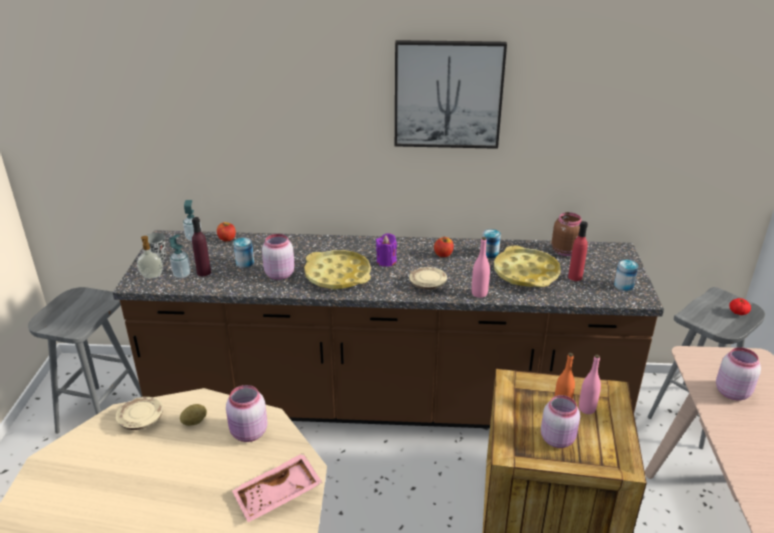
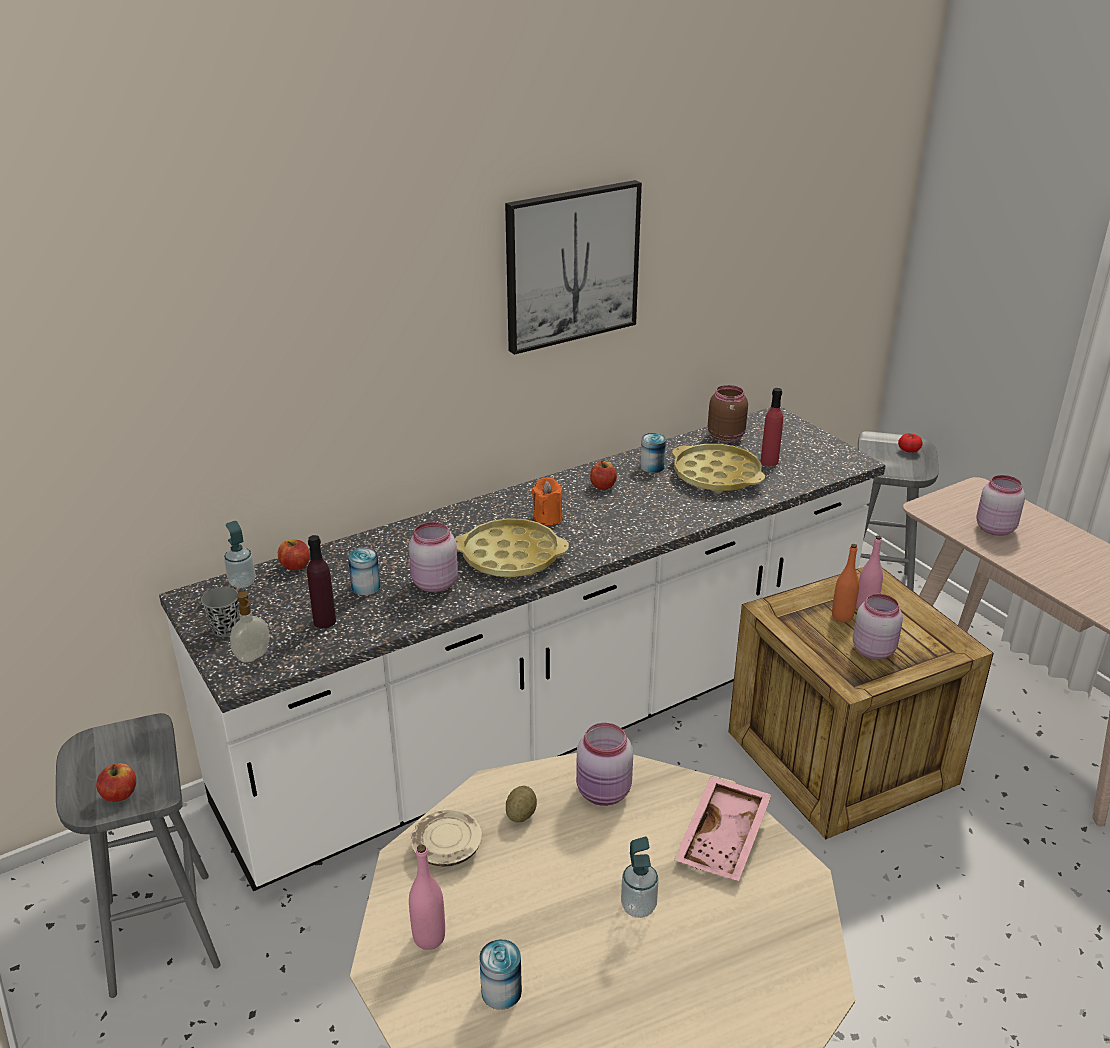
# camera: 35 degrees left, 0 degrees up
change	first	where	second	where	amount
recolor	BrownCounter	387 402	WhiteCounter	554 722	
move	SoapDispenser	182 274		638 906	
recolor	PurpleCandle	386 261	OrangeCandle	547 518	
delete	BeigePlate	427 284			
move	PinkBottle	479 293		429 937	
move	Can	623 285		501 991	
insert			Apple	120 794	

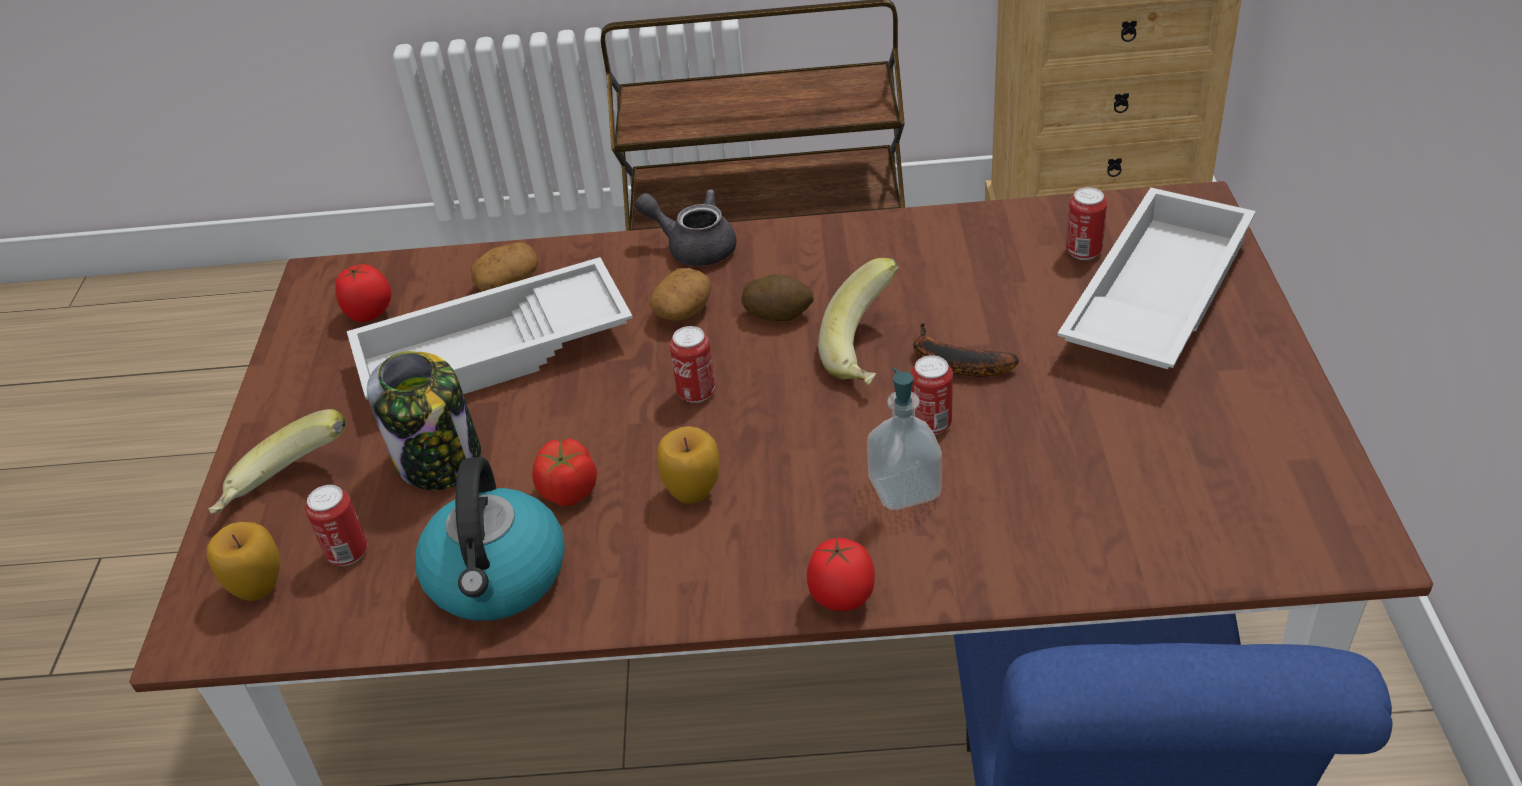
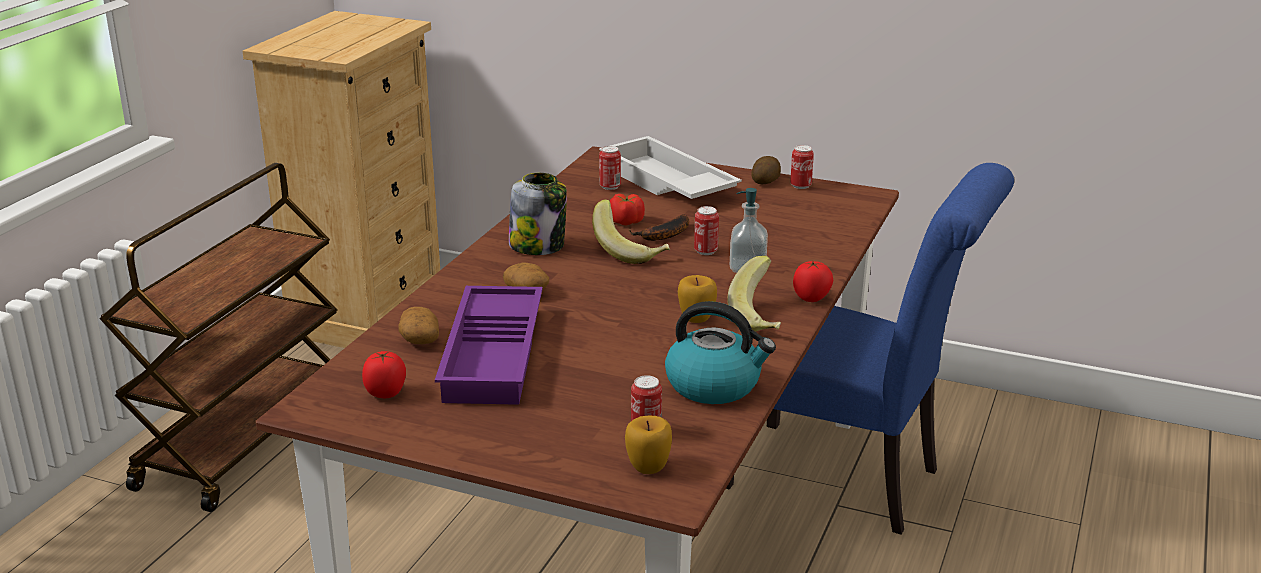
# camera: 70 degrees left, 15 degrees down
change	first	where	second	where	amount
move	Banana	289 491		761 318	
recolor	WhiteTray	494 355	PurpleTray	496 355	
move	Jar	440 460		538 246	
move	Tomato	568 491		626 222	
delete	GreyTeapot	693 247			
move	Can	696 393		800 186	
move	Potato	778 313		765 181	

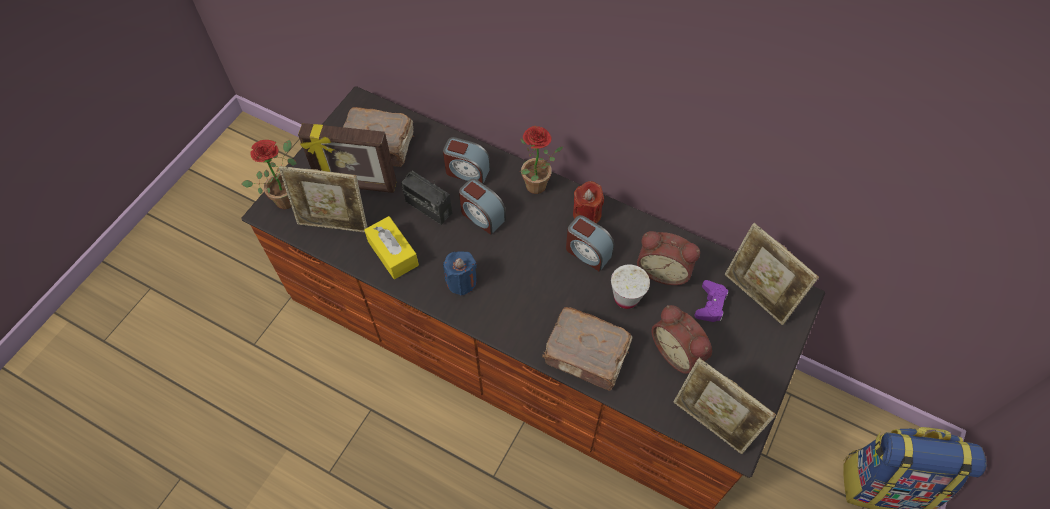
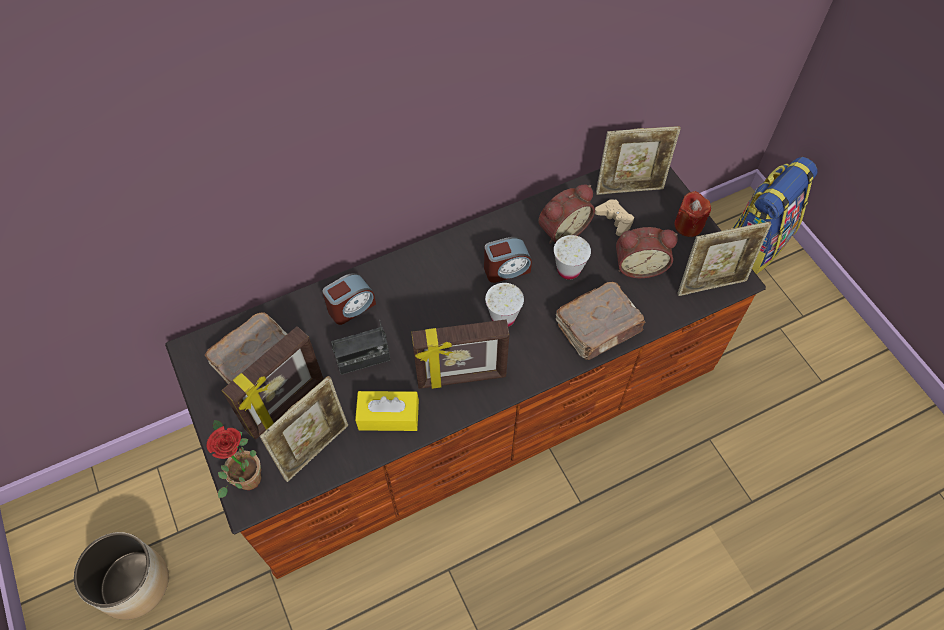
# camera: 55 degrees left, 0 degrees up
change	first	where	second	where	amount
replace	BlueCandle	461 281	PictureFrame	461 378	
delete	AlarmClock	482 216			
delete	PottedPlant	537 189			
move	RedCandle	587 214		688 225	
recolor	PurpleGameController	710 304	BeigeGameController	614 220	
insert			Planter	134 582	
insert			WhiteCup	503 317	

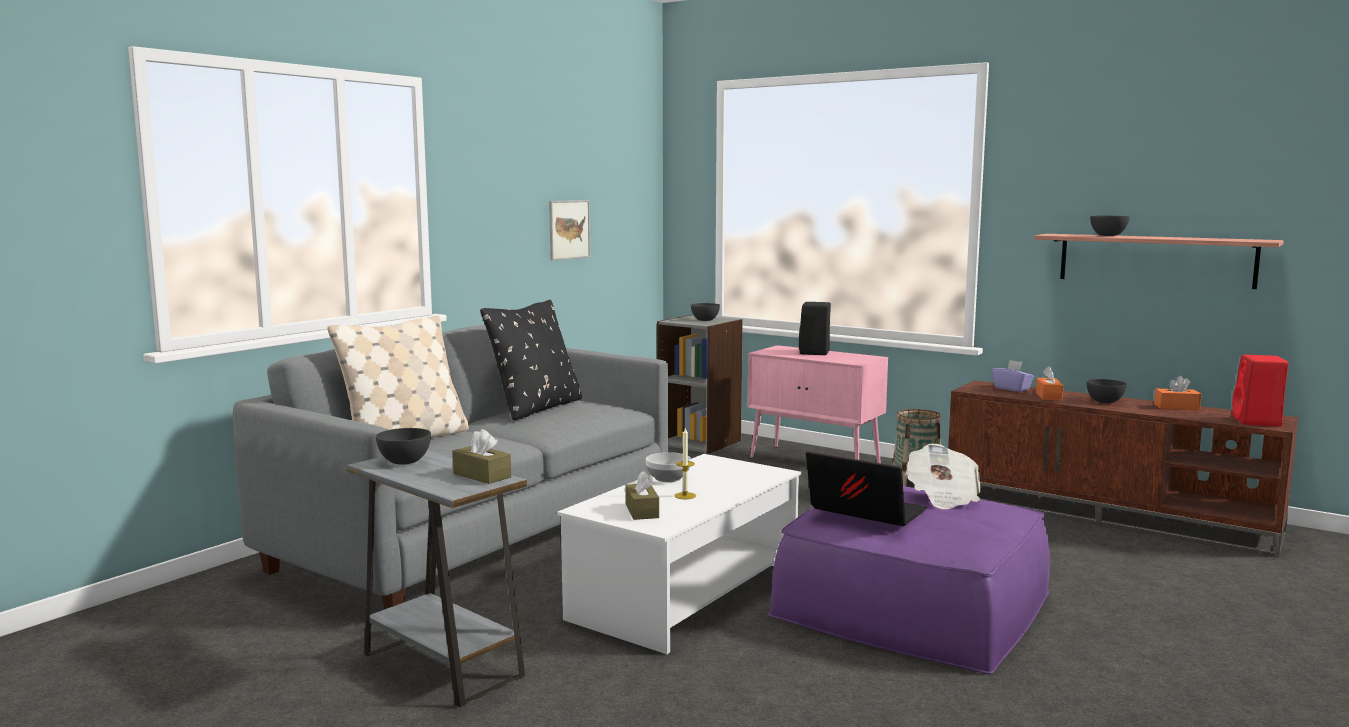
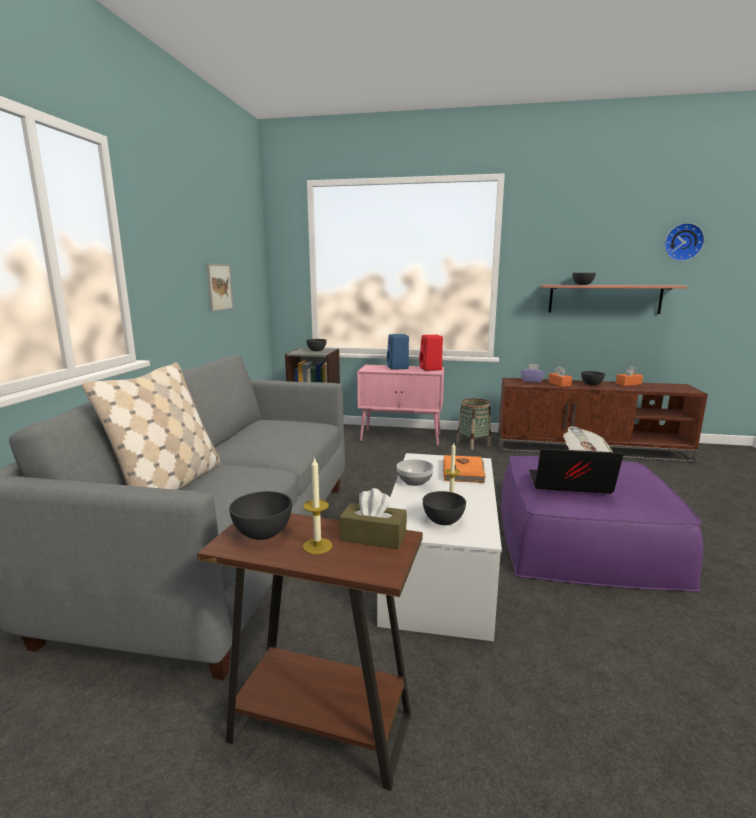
# camera: 25 degrees left, 5 degrees up
change	first	where	second	where	amount
recolor	GreySideTable	443 665	BrownSideTable	321 728	
delete	BlackPillow	537 408			
replace	BrownTissueBox	642 511	GreyBowl	443 521	
recolor	BlackSpeaker	814 353	BlueSpeaker	398 368	
move	RedSpeaker	1257 422		431 369	
insert			Candle	317 546	
insert			OrangeBook	464 471	
insert			WallClock	682 242	

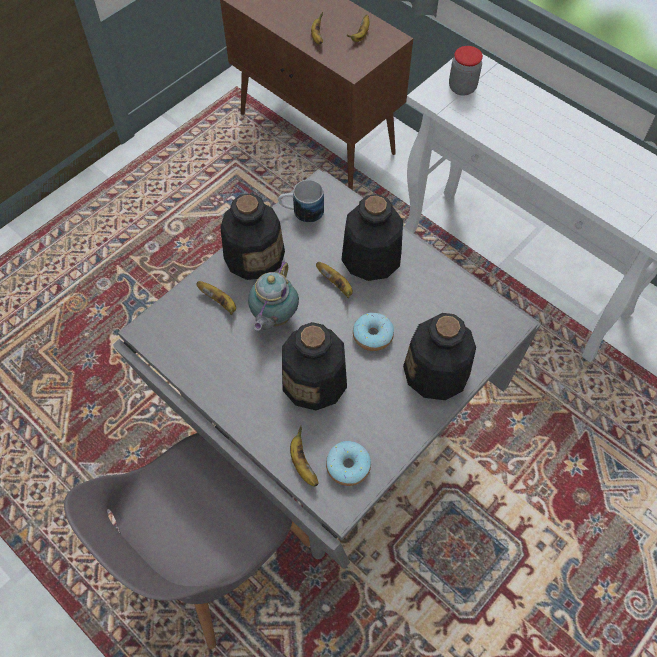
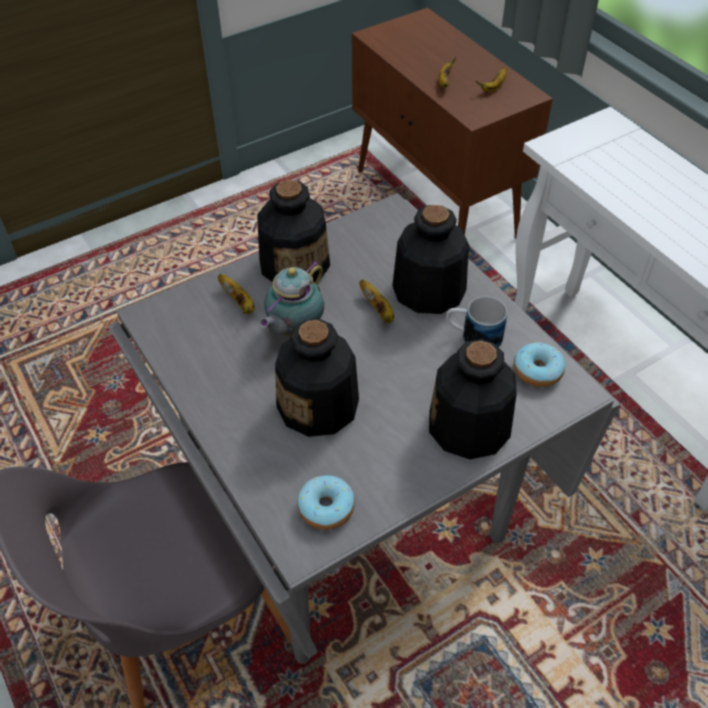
# camera: 15 degrees right, 10 degrees down
change	first	where	second	where	amount
move	Mug	301 212		473 337	
delete	Banana	302 464			
move	Donut	372 336		537 371	
delete	Jar	462 88			

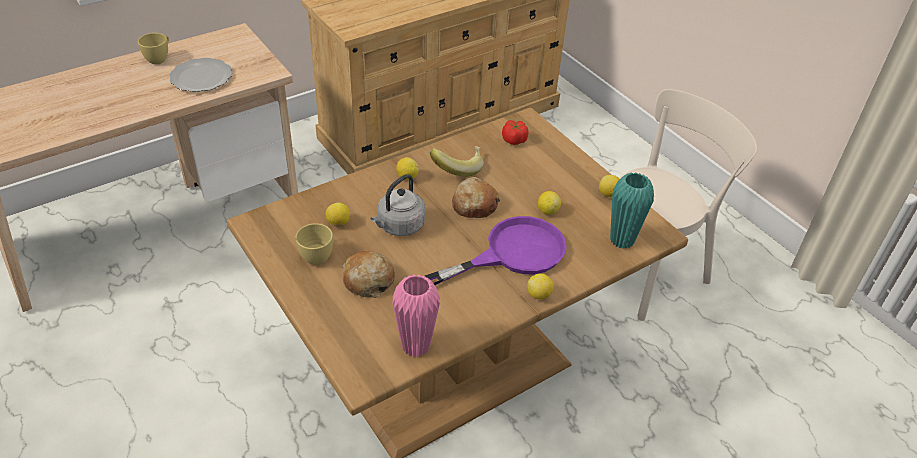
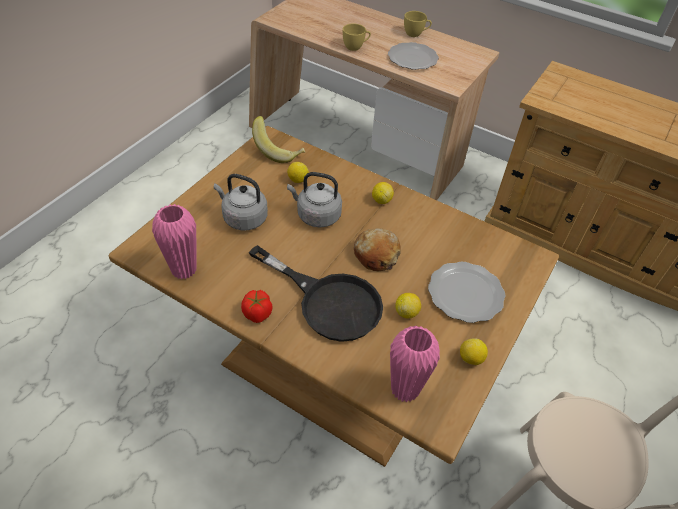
# camera: 65 degrees right, 5 degrees up
change	first	where	second	where	amount
move	YellowCup	317 254		355 47	
replace	Bread	368 280	GreyKettle	243 218	
recolor	PurpleFryingPan	512 253	BlackFryingPan	328 301	
move	Banana	457 168		278 151	
move	Tomato	514 140		257 313	
delete	Lemon	539 295			
recolor	TurquoiseVase	622 240	PinkVase	405 389	
insert			Plate	466 294	

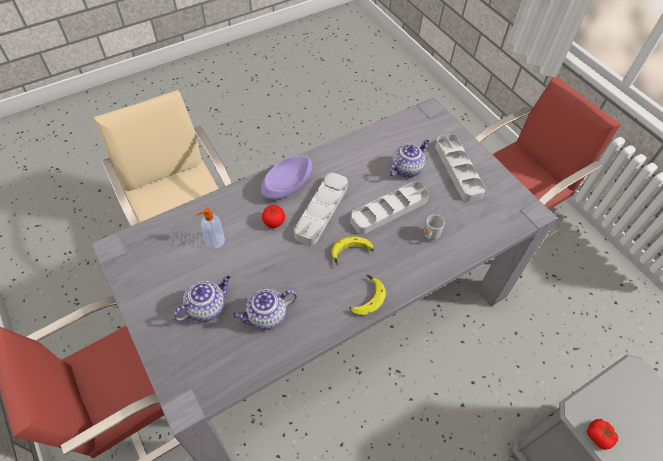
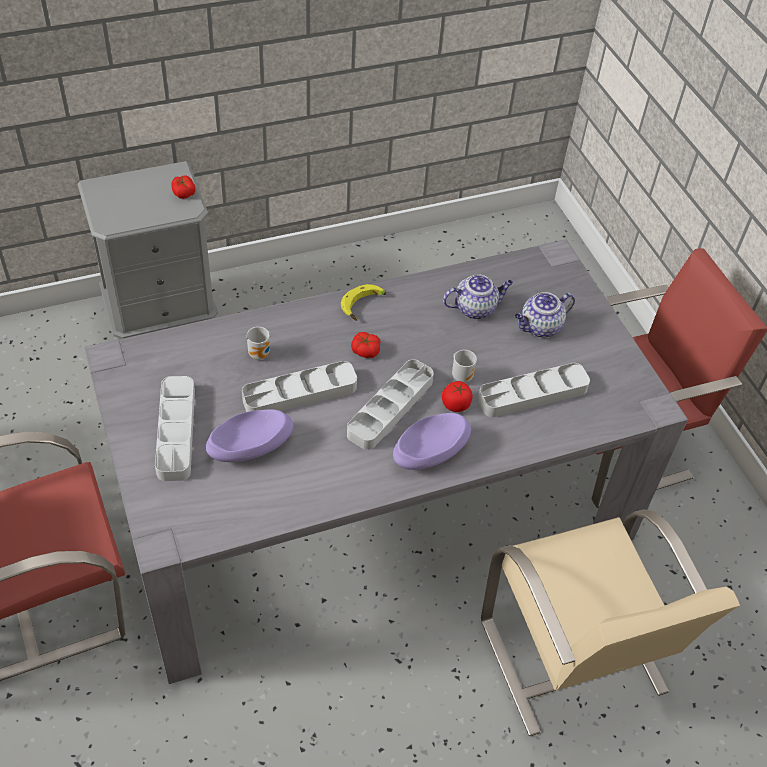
# camera: 170 degrees left, 5 degrees down
change	first	where	second	where	amount
replace	SoapDispenser	214 241	GreyTray	532 394	
replace	Banana	352 254	Tomato	365 351	
replace	Teapot	406 168	PurpleBowl	250 447	
insert			Mug	462 376	

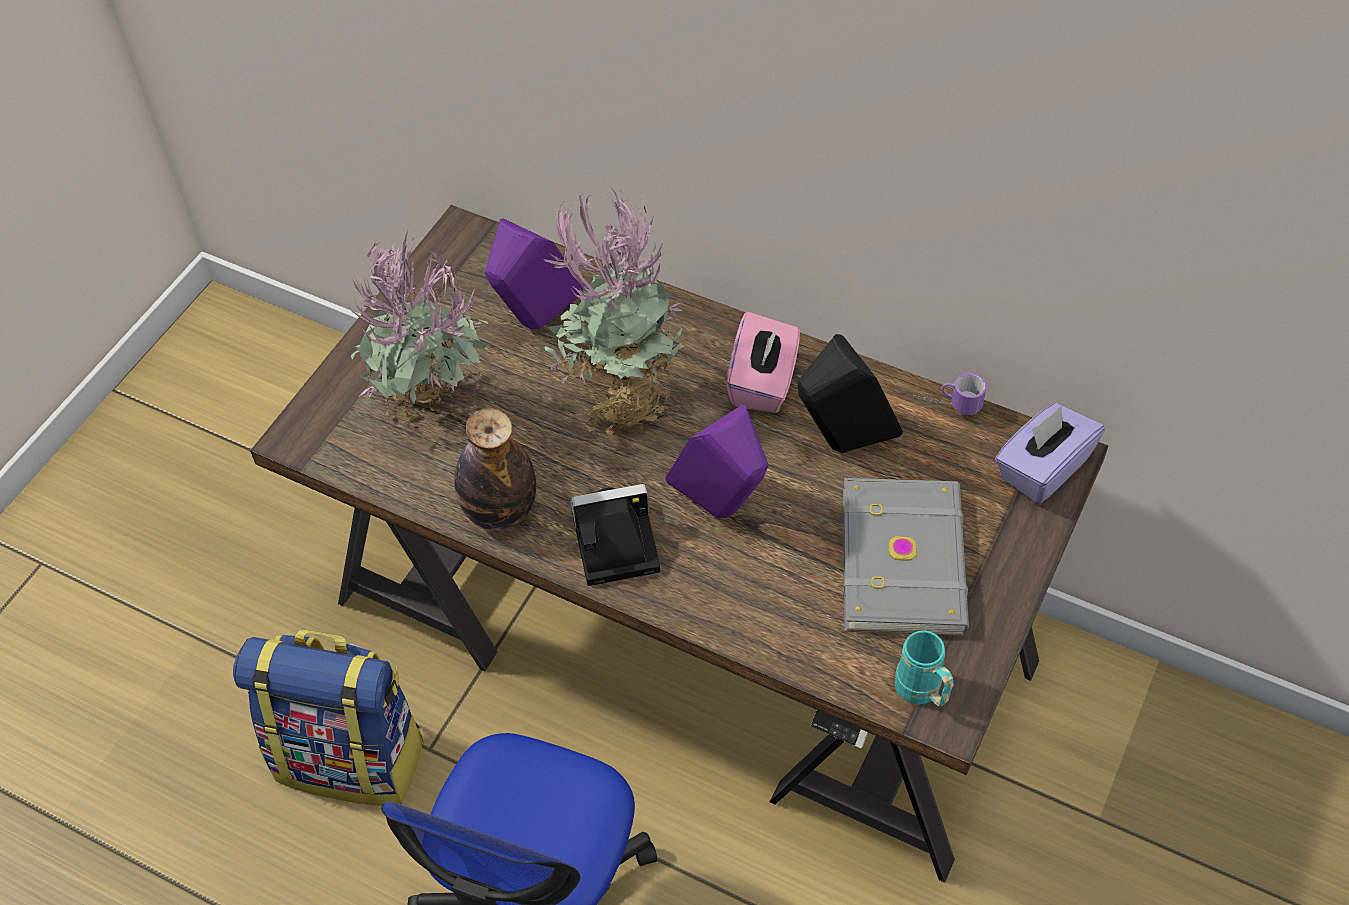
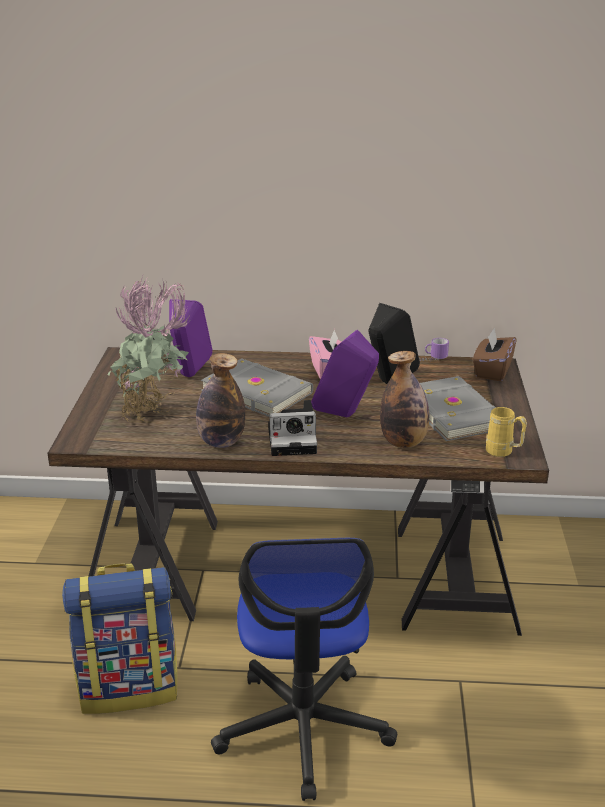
# camera: 25 degrees left, 25 degrees down
change	first	where	second	where	amount
replace	PottedPlant	620 398	GreyBook	257 391	
rotate	PhotoCamera	611 543		294 439	150 degrees counterclockwise
recolor	TurquoiseMug	922 693	YellowMug	503 452	
recolor	PurpleTissueBox	1042 469	BrownTissueBox	492 371	
insert			Bottle	403 442	

